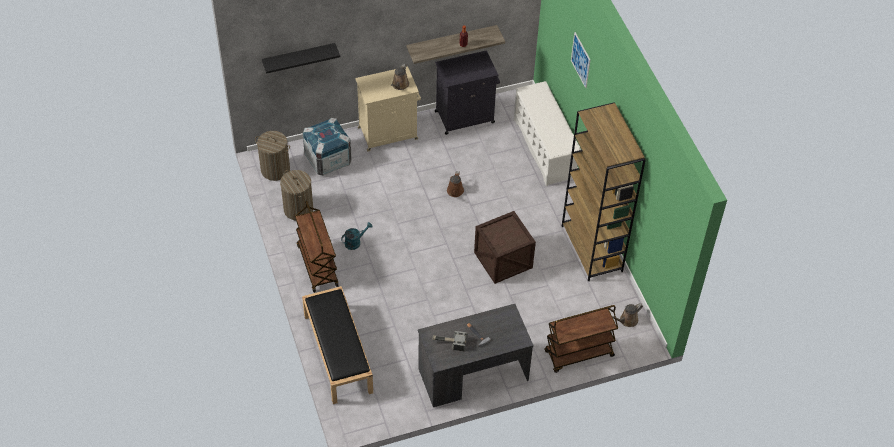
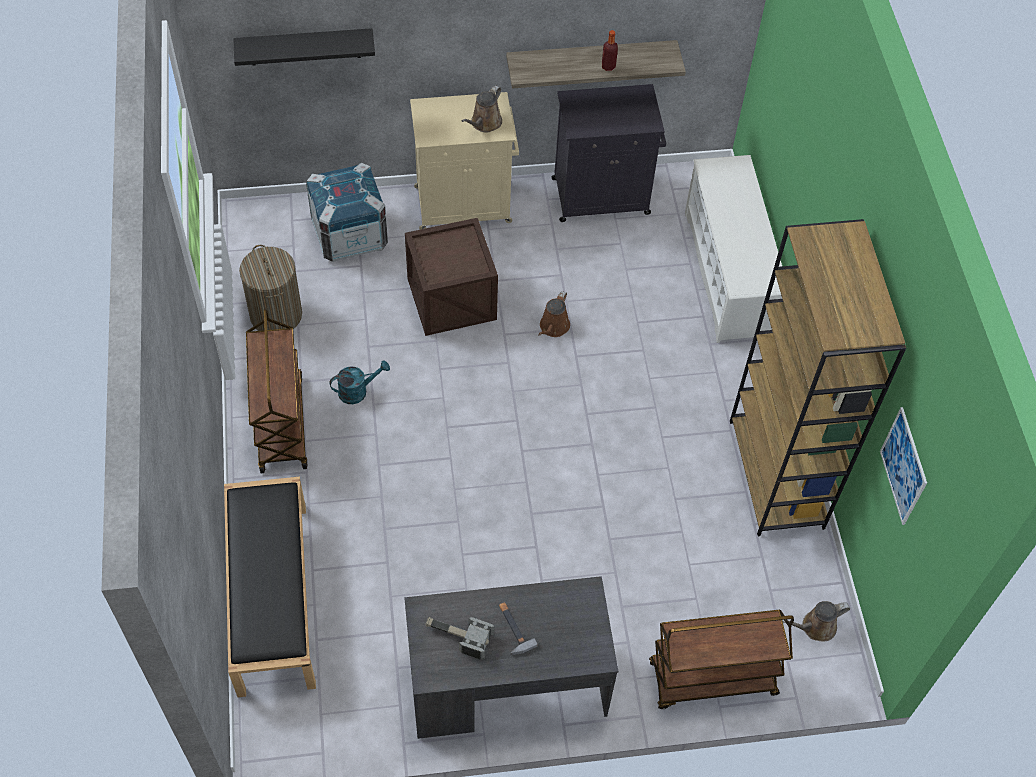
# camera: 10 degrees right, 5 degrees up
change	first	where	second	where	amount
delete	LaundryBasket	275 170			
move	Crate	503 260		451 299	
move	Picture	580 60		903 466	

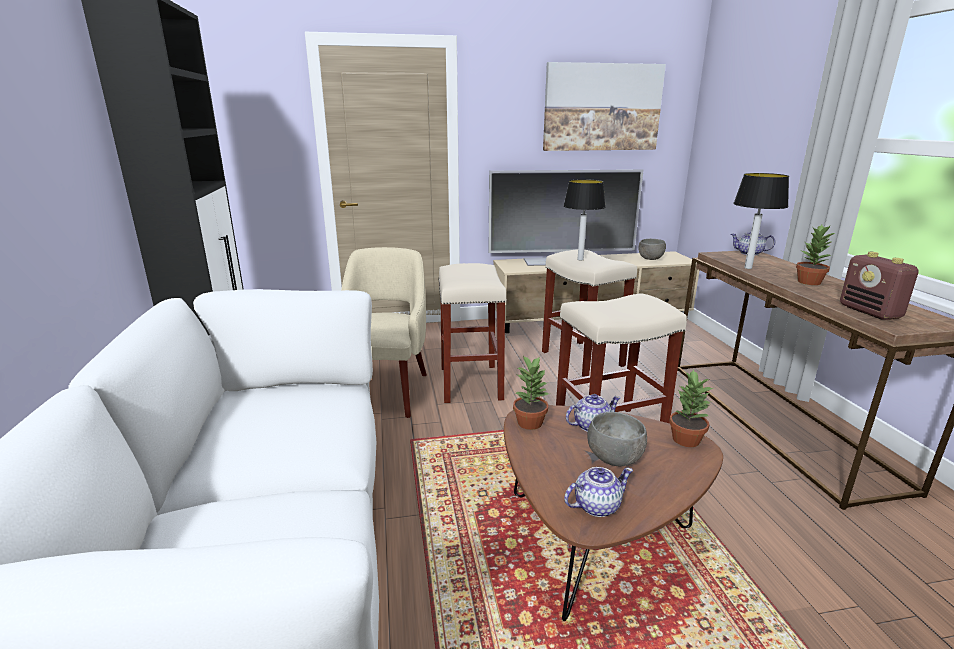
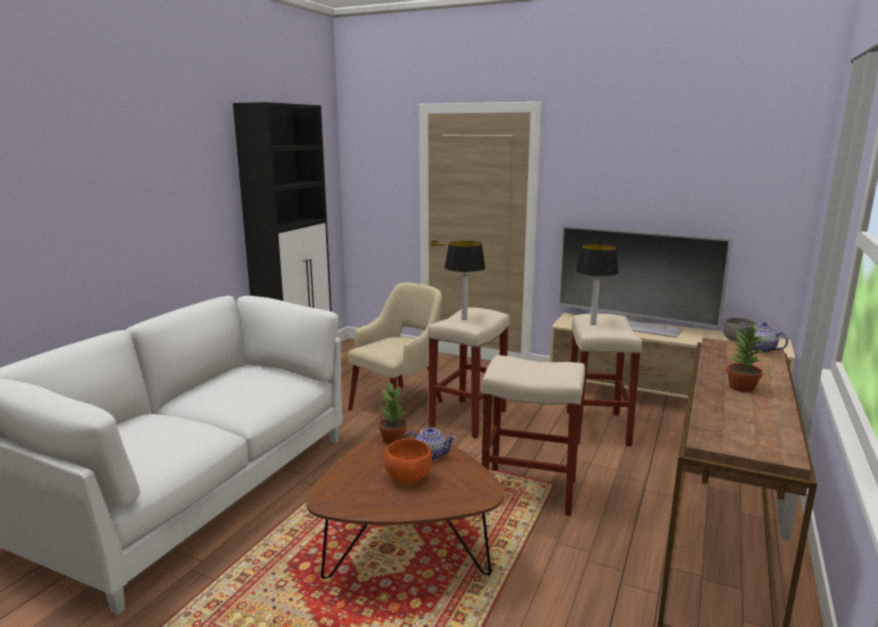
# camera: 35 degrees right, 5 degrees down
change	first	where	second	where	amount
delete	Picture	602 107			
delete	Teapot	596 506			
recolor	GreyBowl	615 459	OrangeBowl	408 478	
delete	PottedPlant	685 439			
move	TableLamp	748 268		464 319	
delete	Radio	870 312			

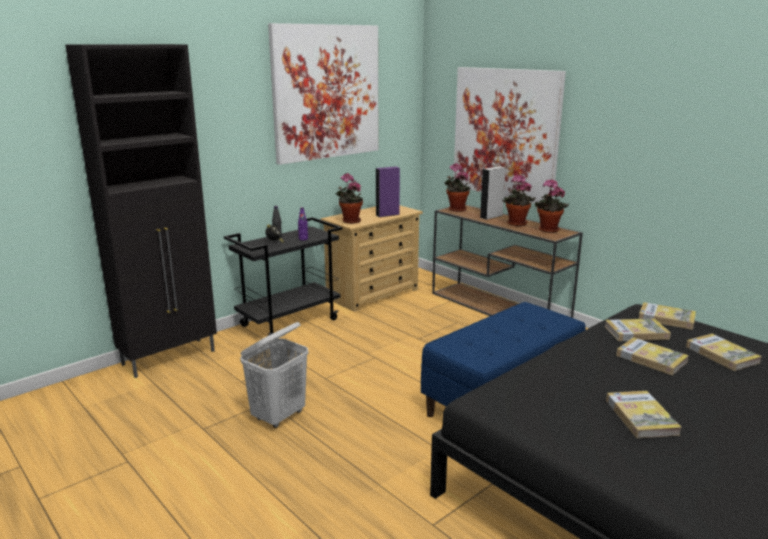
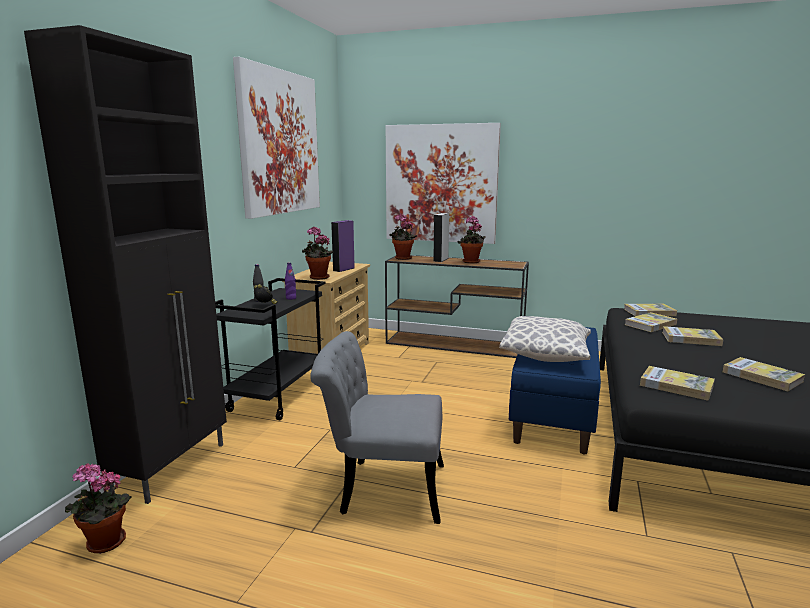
# camera: 30 degrees left, 5 degrees down
change	first	where	second	where	amount
replace	WhiteLaundryBasket	279 416	GreyChair	381 488	
move	PottedPlant	547 230		103 545	
move	Book	722 354		676 386	
insert			Pillow	545 355	

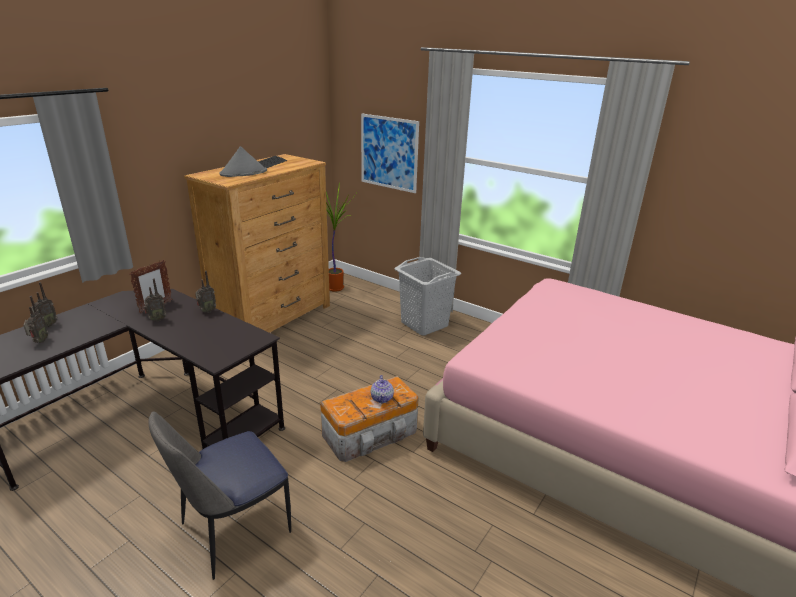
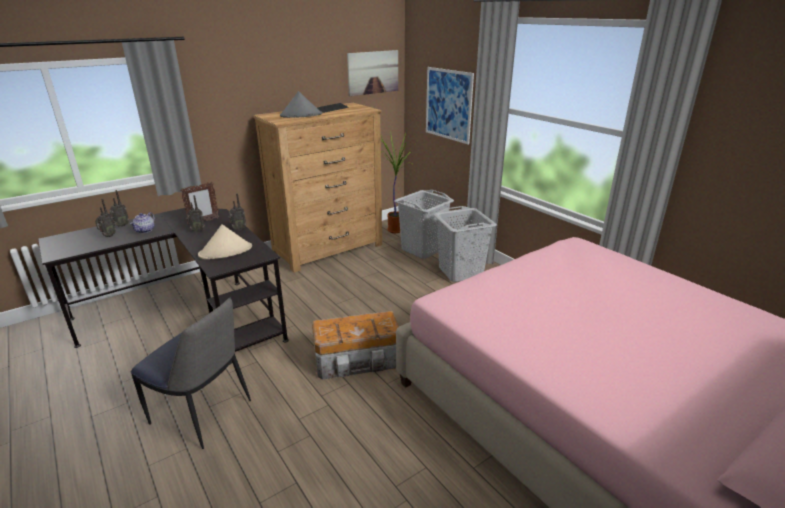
# camera: 20 degrees right, 0 degrees up
change	first	where	second	where	amount
rotate	Chair	233 530		203 414	135 degrees counterclockwise
move	Teapot	382 398		145 230	
insert			BeigeHat	226 251	
insert			Picture	373 72	
insert			GreyLaundryBasket	423 249	

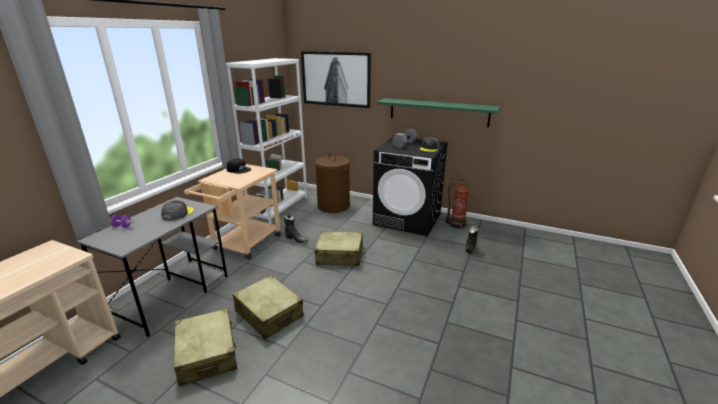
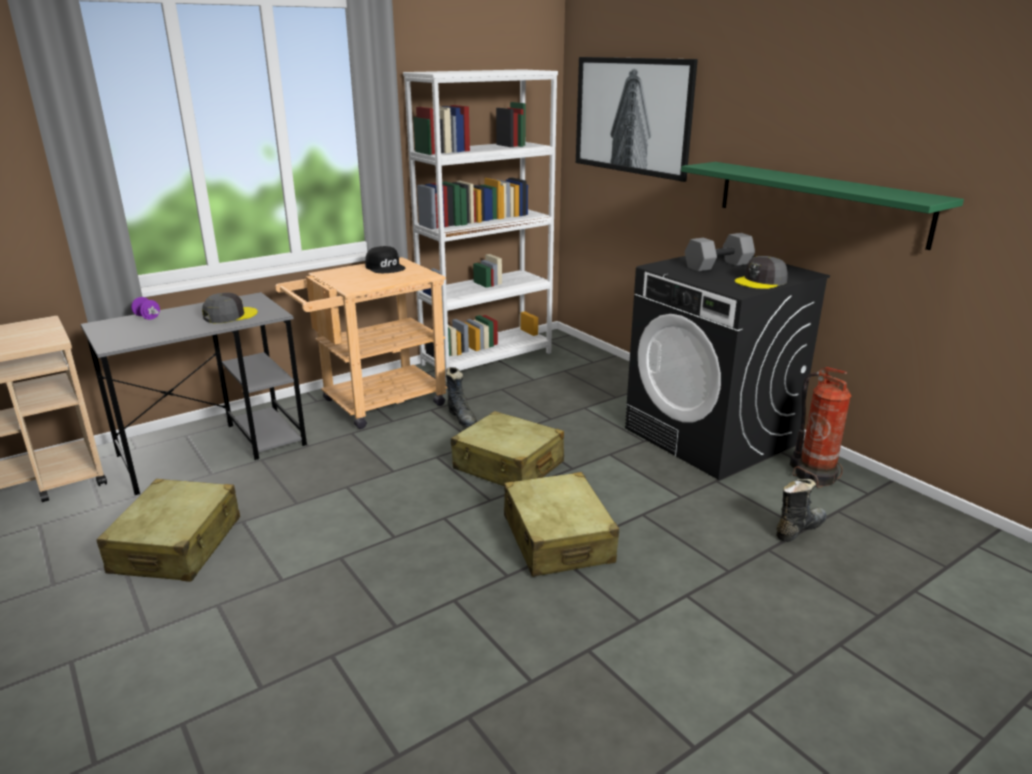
# camera: 30 degrees right, 0 degrees up
change	first	where	second	where	amount
move	BeigeSuitcase	269 314		557 539	
delete	BrownLaundryBasket	334 206			

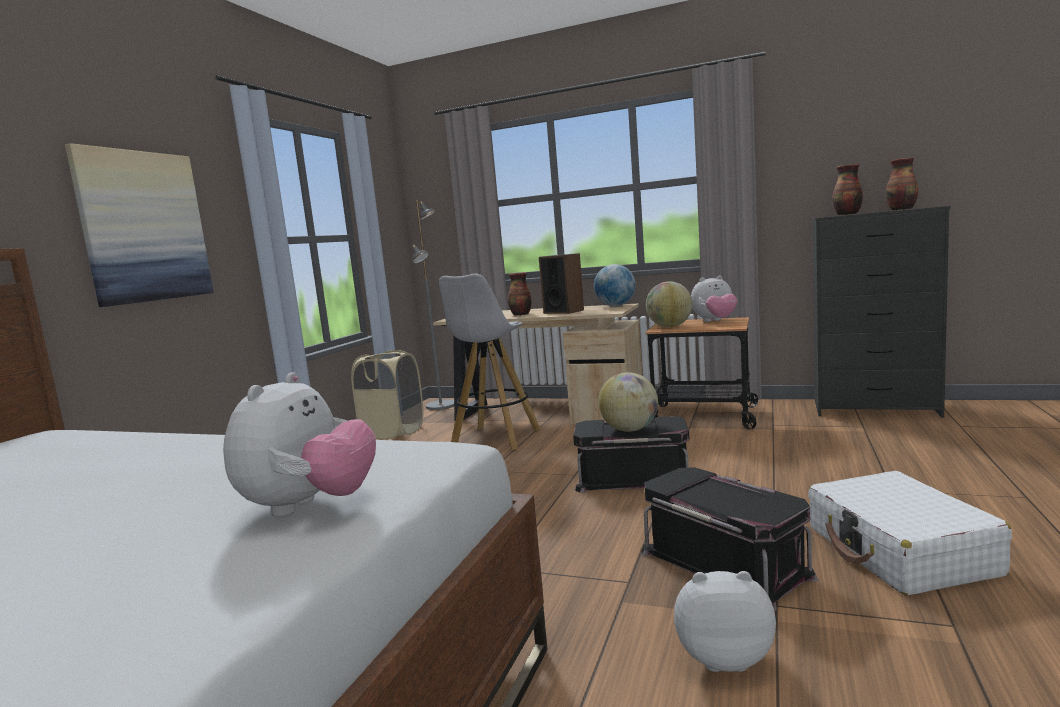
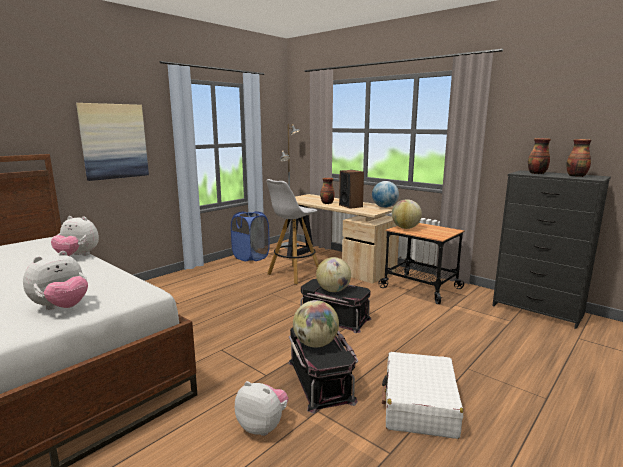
# camera: 20 degrees right, 5 degrees up
change	first	where	second	where	amount
recolor	BeigeLaundryBasket	393 432	BlueLaundryBasket	251 257	
move	PlushToy	715 321		78 256	
insert			Globe	315 344	

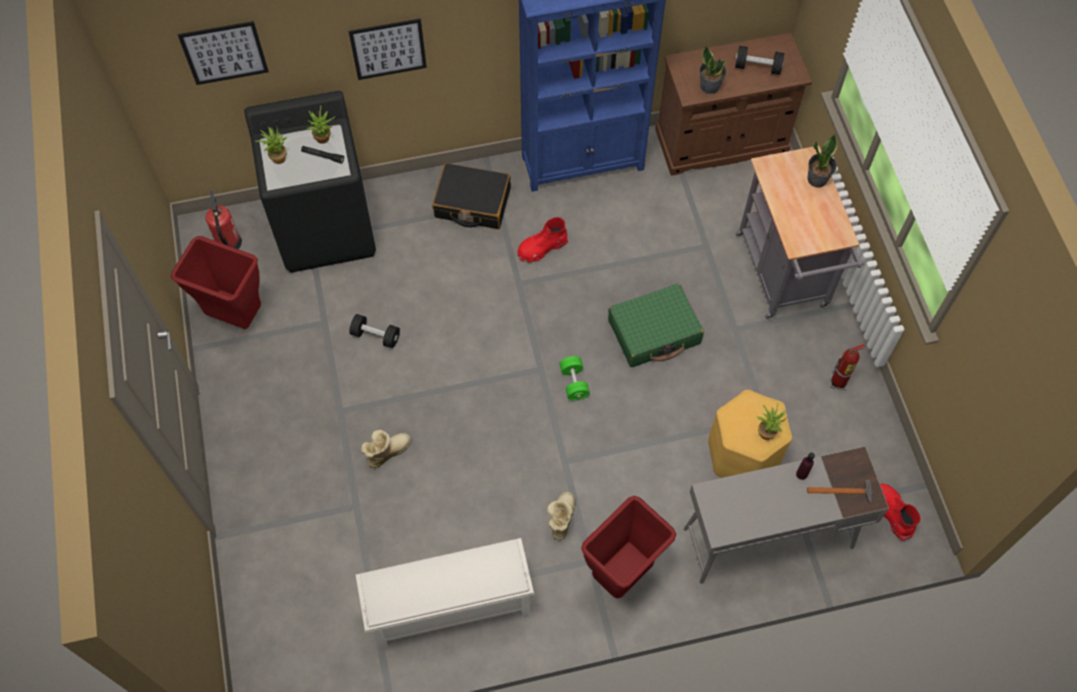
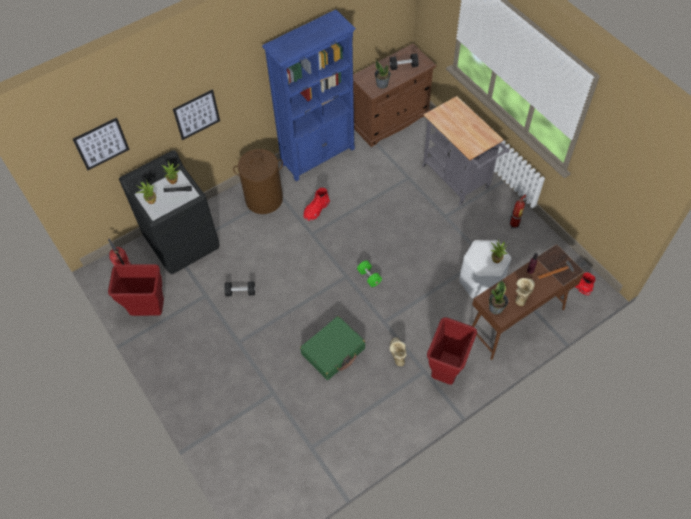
# camera: 20 degrees left, 5 degrees down
change	first	where	second	where	amount
delete	WhiteShoeRack	449 610			
move	Boot	387 452		522 294	
replace	BlackSuitcase	472 203	BrownLaundryBasket	264 199	
move	GreenSuitcase	654 332		333 351	
recolor	GreyDesk	767 538	BrownDesk	516 321	
recolor	YellowStool	743 454	WhiteStool	481 281	
move	PottedPlant	817 179		496 308	

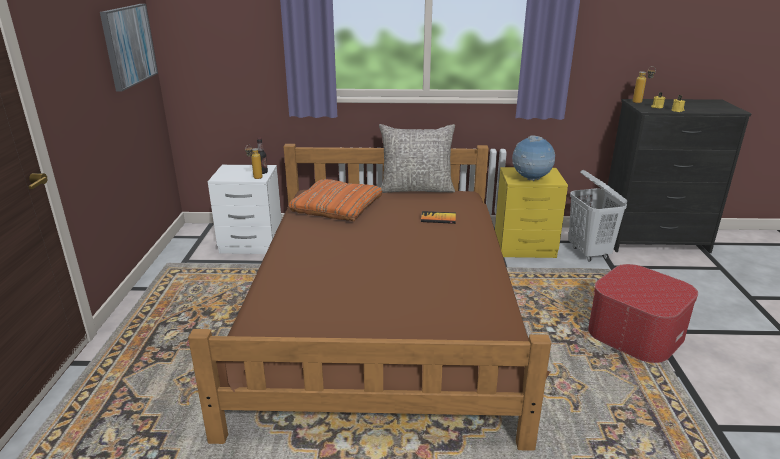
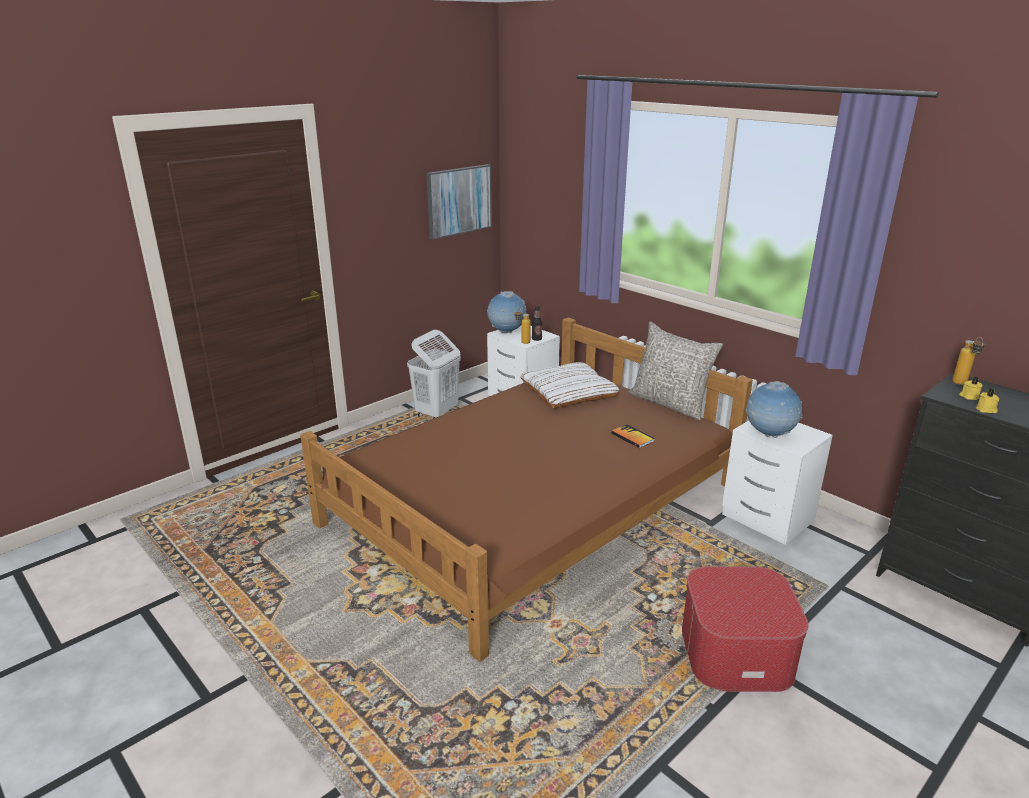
# camera: 45 degrees right, 0 degrees up
change	first	where	second	where	amount
recolor	OrangePillow	337 206	WhitePillow	568 391	
recolor	YellowNightstand	526 247	WhiteNightstand	768 519	
move	WhiteLaundryBasket	589 253		436 413	
insert			Globe	506 332	

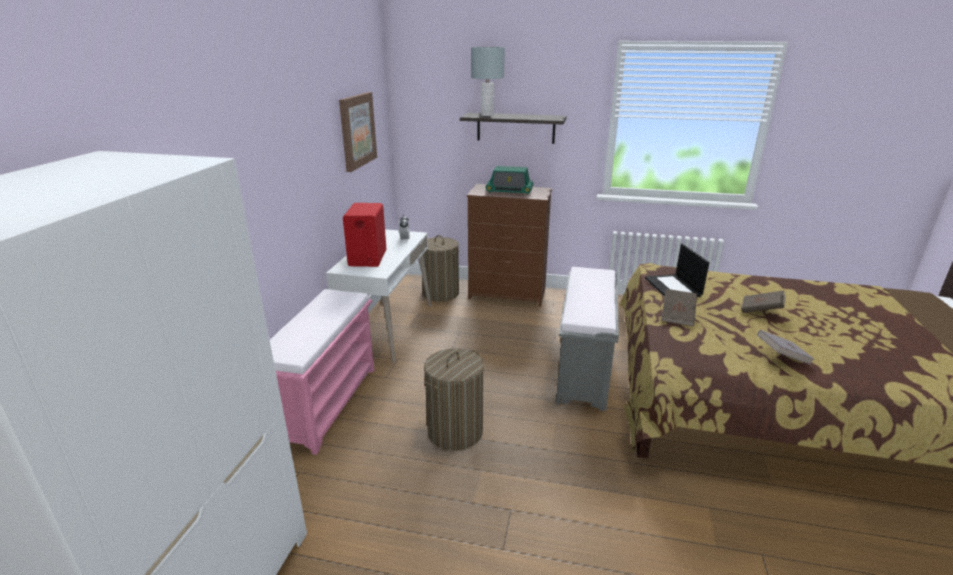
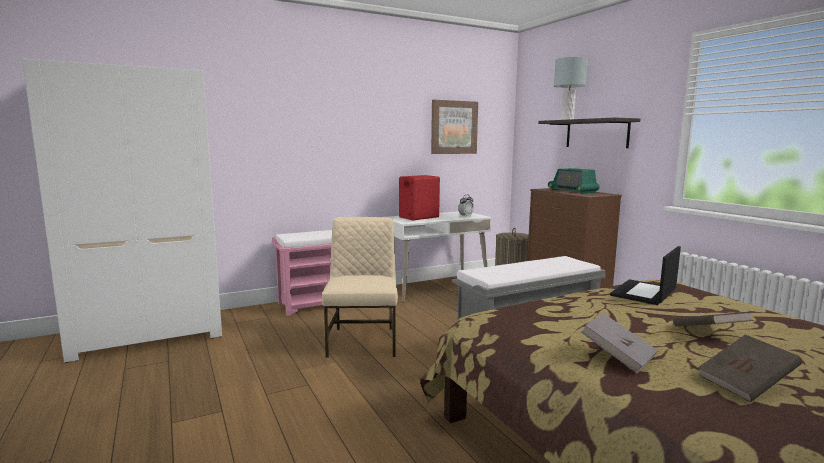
# camera: 50 degrees right, 15 degrees down
change	first	where	second	where	amount
replace	LaundryBasket	455 431	BeigeChair	363 341	
move	BrownBook	677 316		745 384	

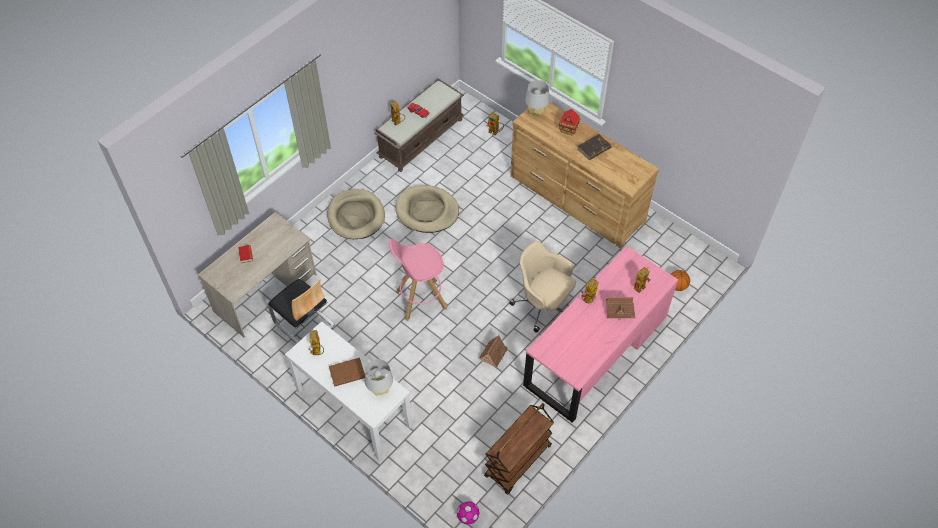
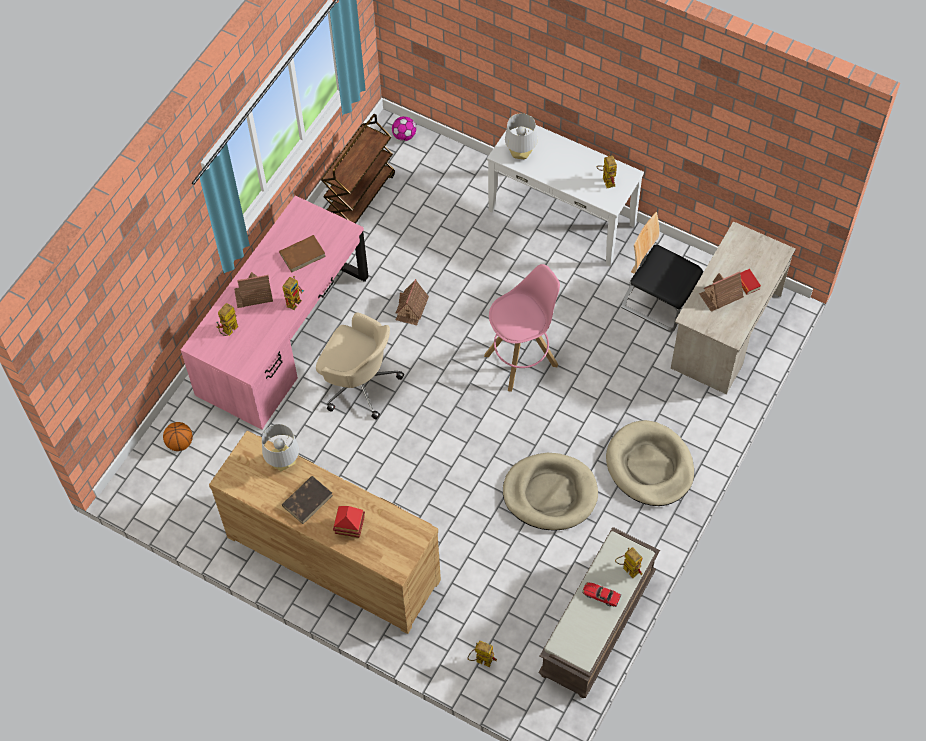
# camera: 170 degrees right, 5 degrees up
change	first	where	second	where	amount
move	BrownBook	347 373		303 254	
move	GreyTableLamp	536 112		283 462	
insert			ToyHouse	721 295	

